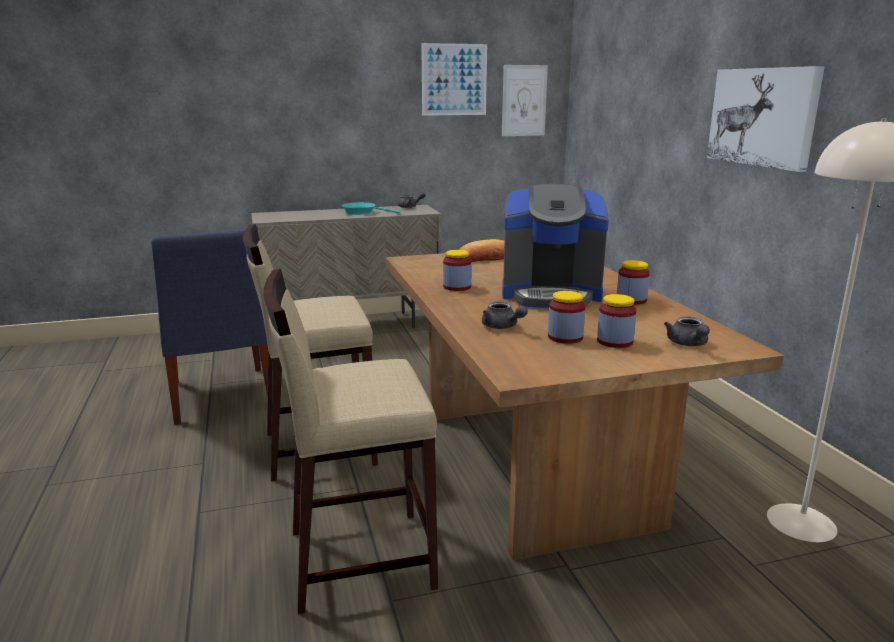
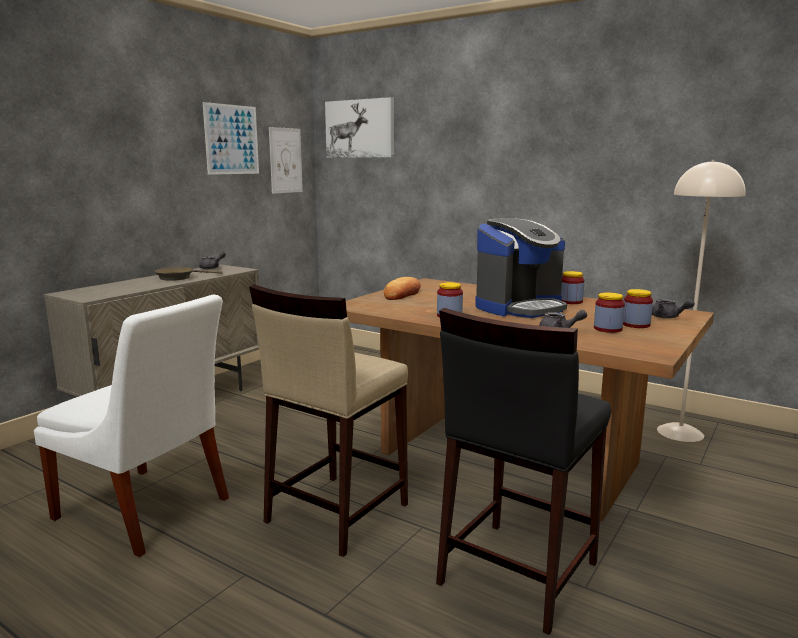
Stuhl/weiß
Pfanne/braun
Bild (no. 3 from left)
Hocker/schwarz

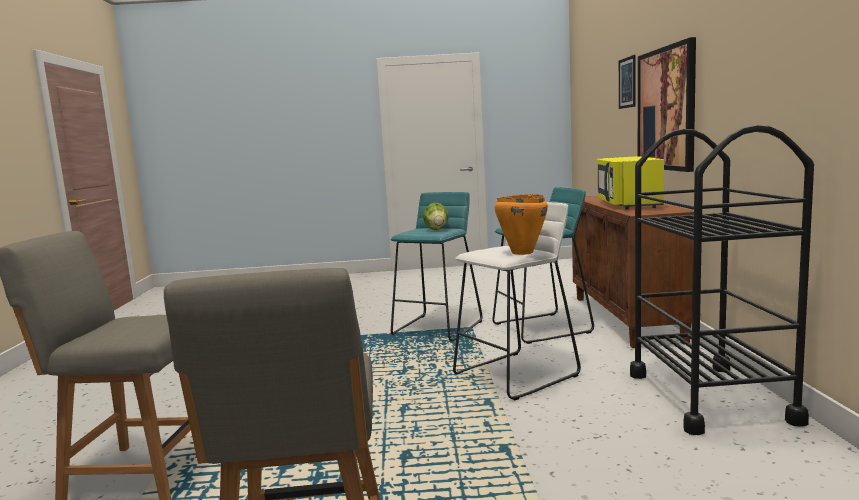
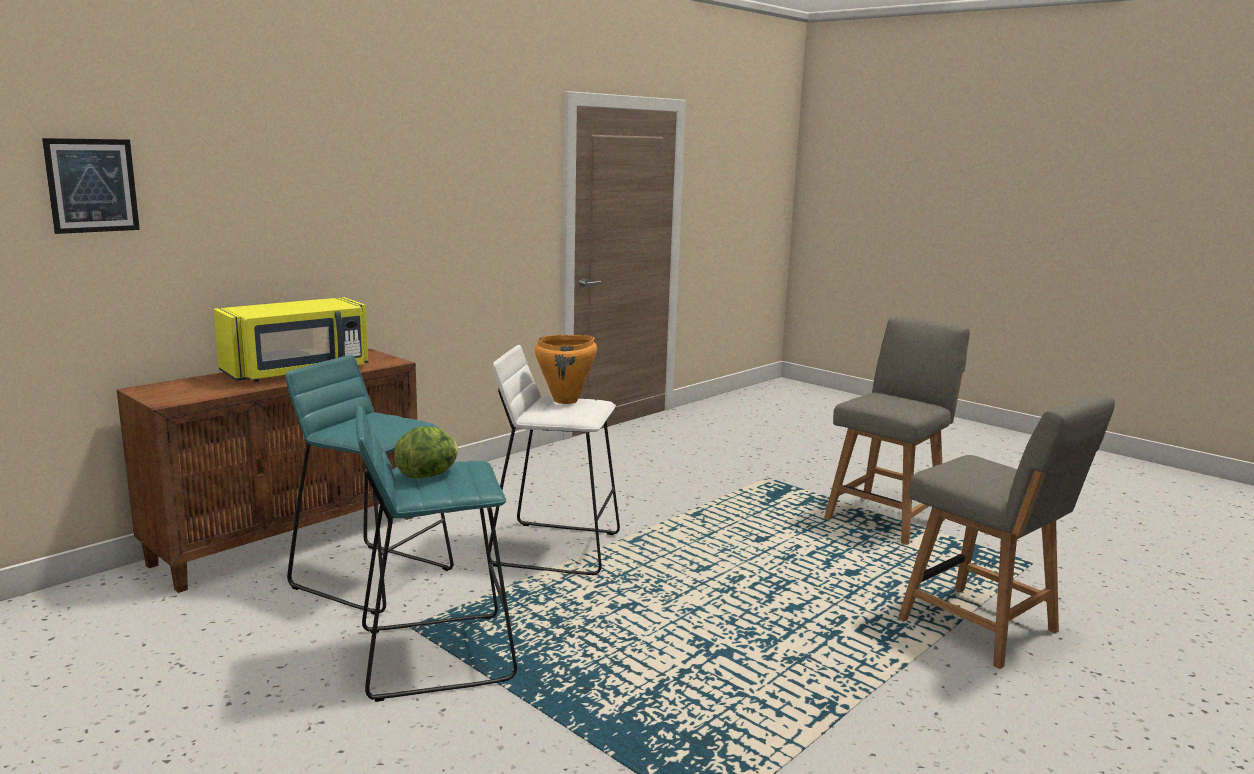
Rollwagen/schwarz
Bild (no. 2 from left in the first image)

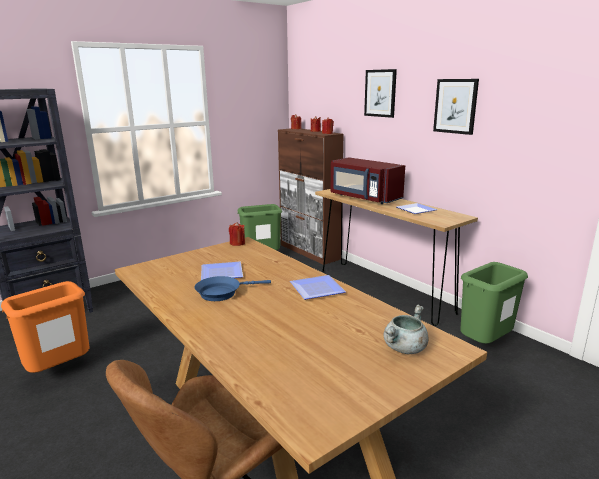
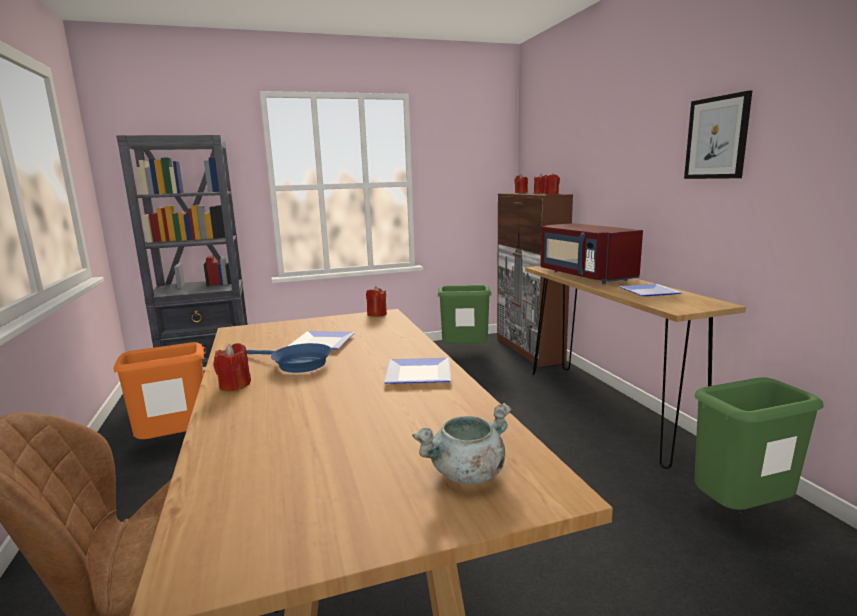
Kerze/rot (no. 1 from left)
Pfanne/blau
Bild (no. 1 from left in the first image)

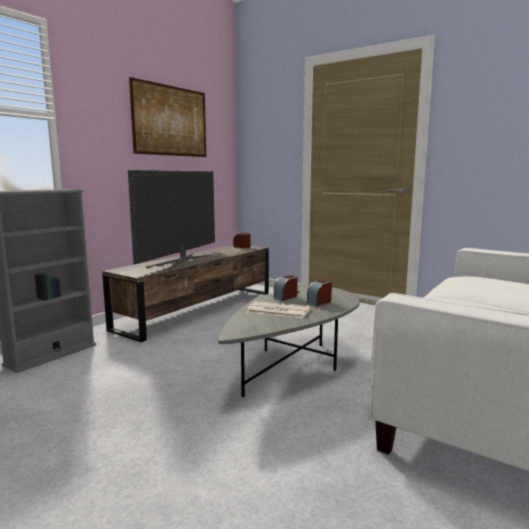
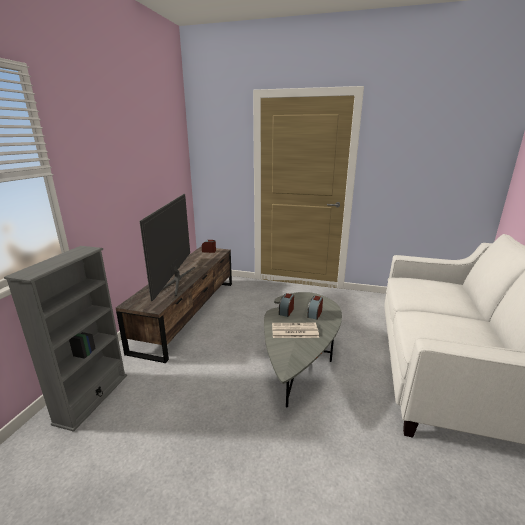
Bild

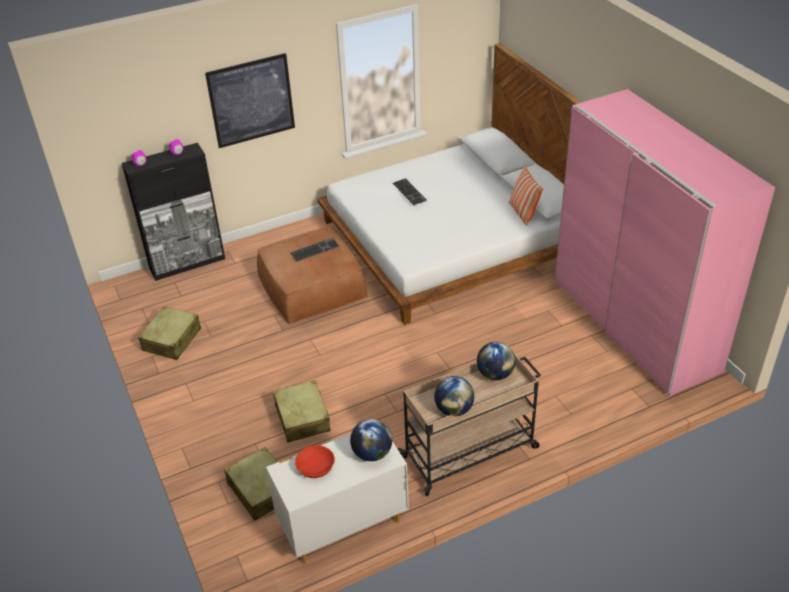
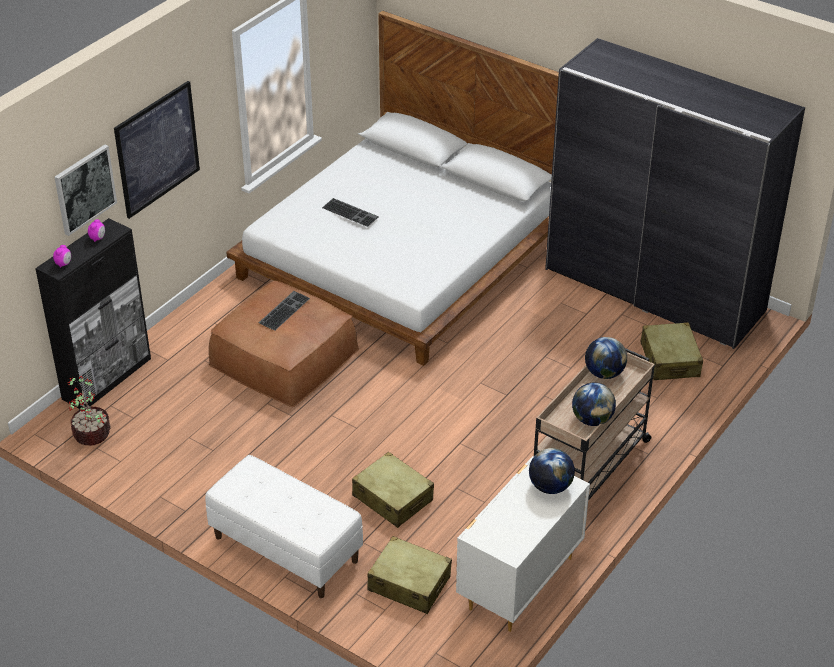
Bild (no. 1 from left)
Topfpflanze
Bank/weiß
Kleiderschrank/grau
Koffer/beige (no. 3 from left)
Schüssel/rot
Kissen

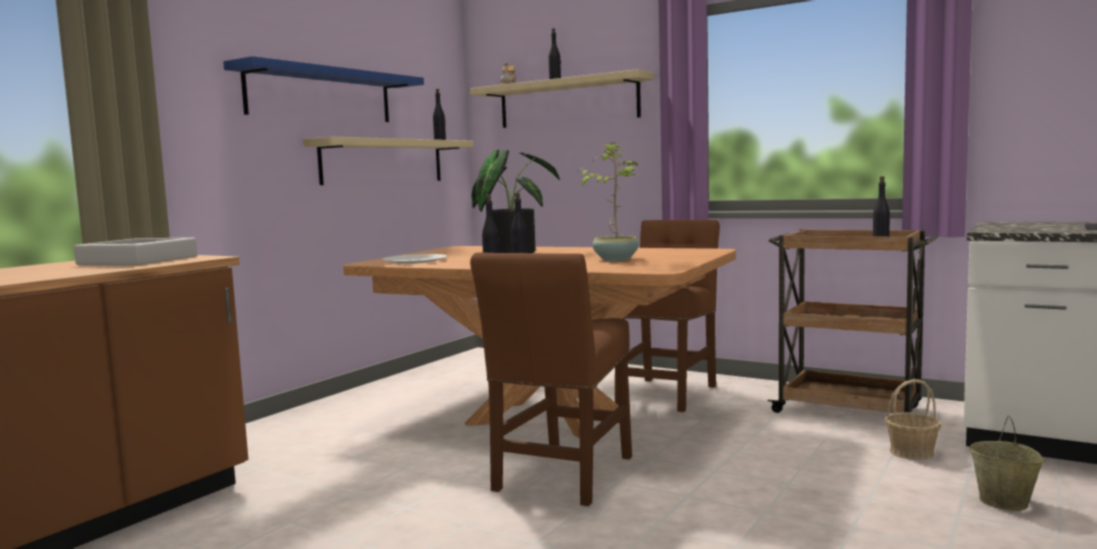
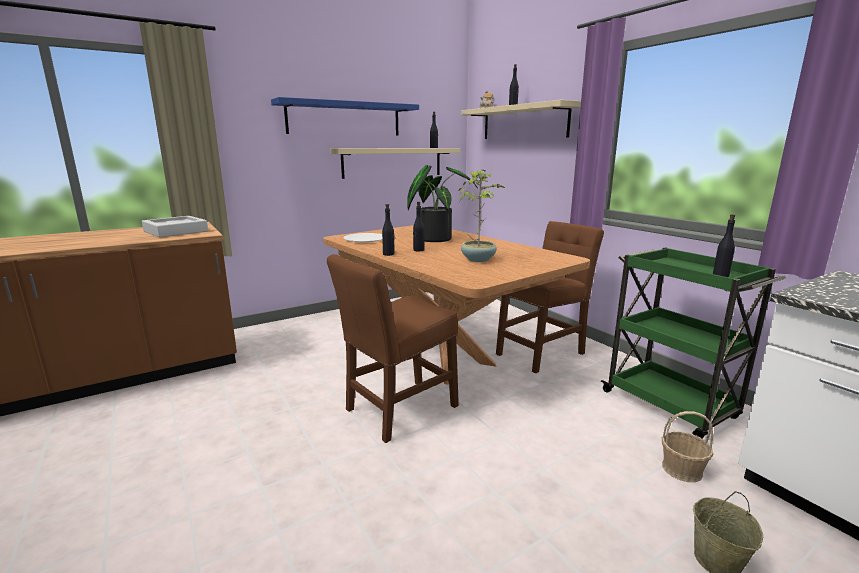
Rollwagen/grün

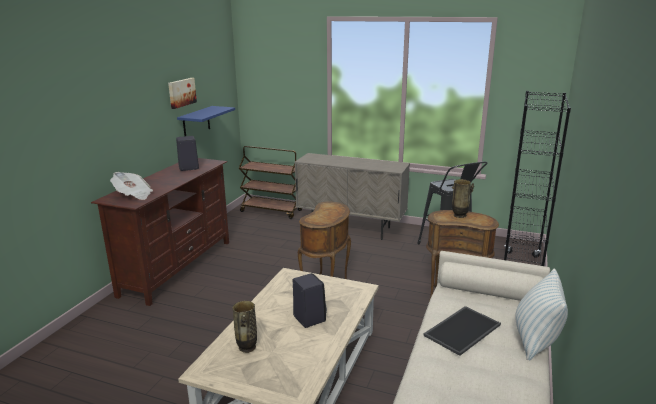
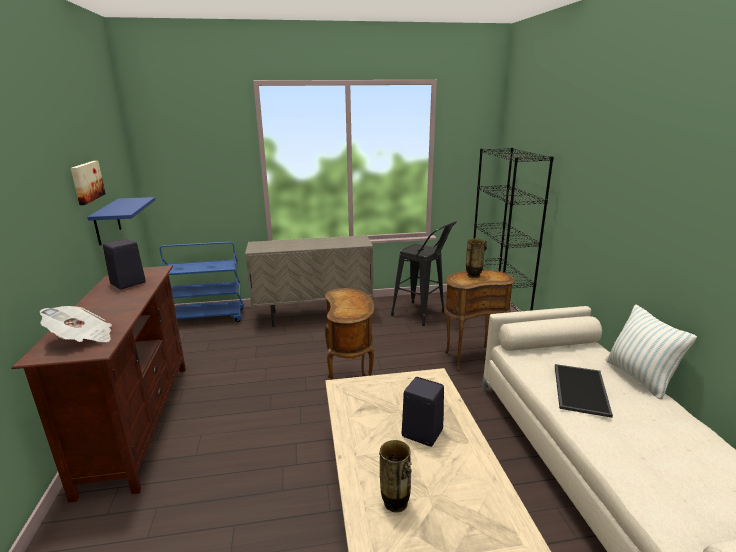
Rollwagen/blau

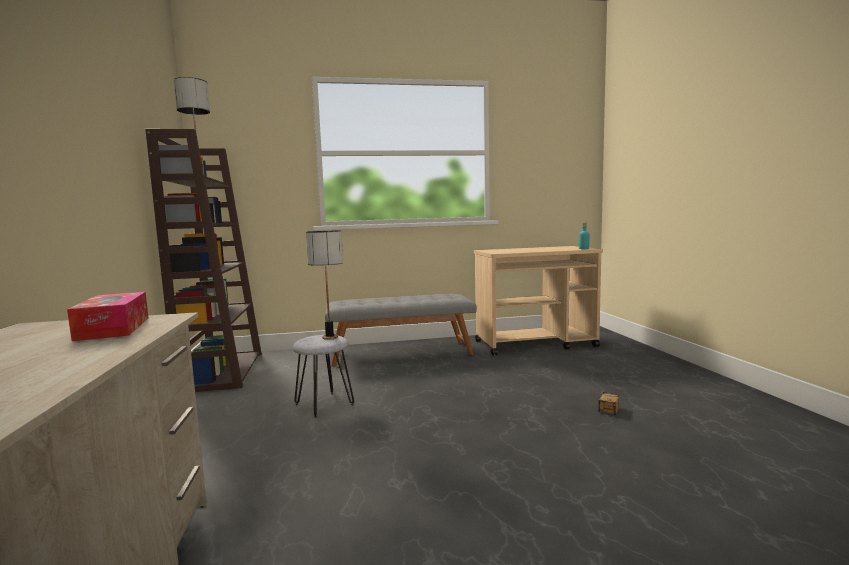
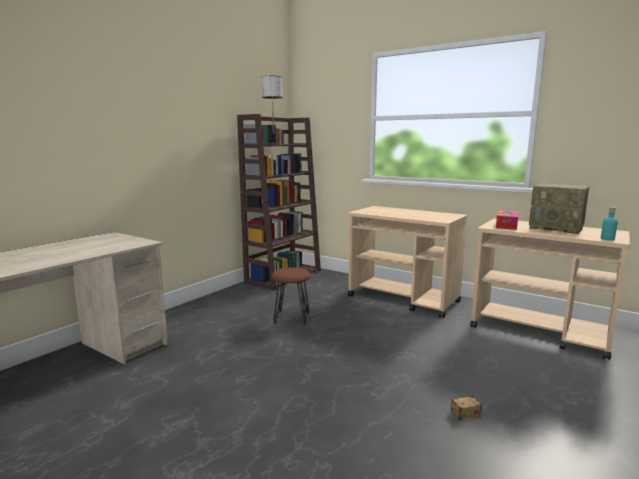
Hocker/braun
Rollwagen/beige (no. 1 from left)
Taschentuchbox
Radio
Tischlampe (no. 2 from left in the first image)

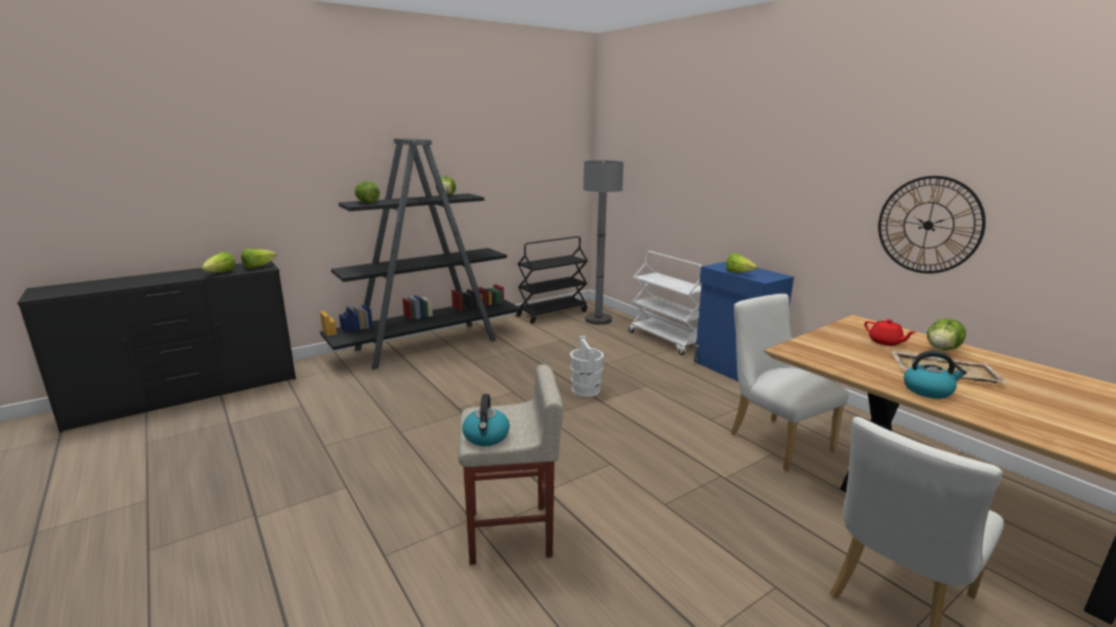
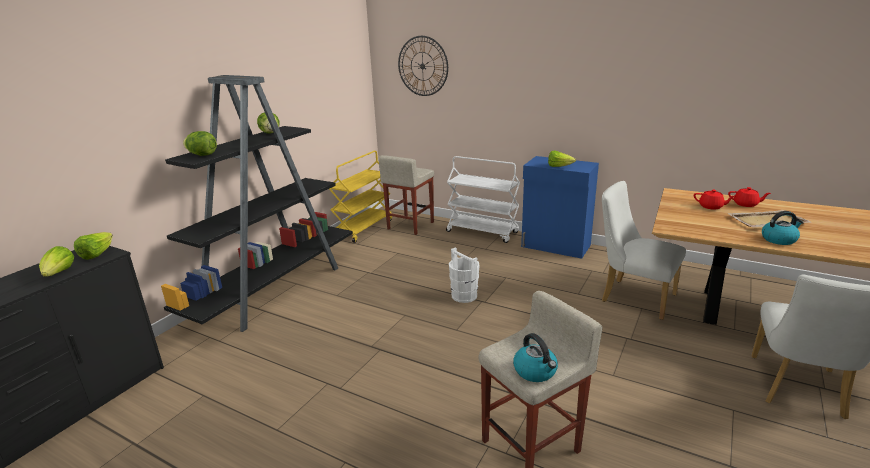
Rollwagen/gelb
Hocker/beige (no. 1 from left)
Wanduhr
Teekanne/rot (no. 2 from left)

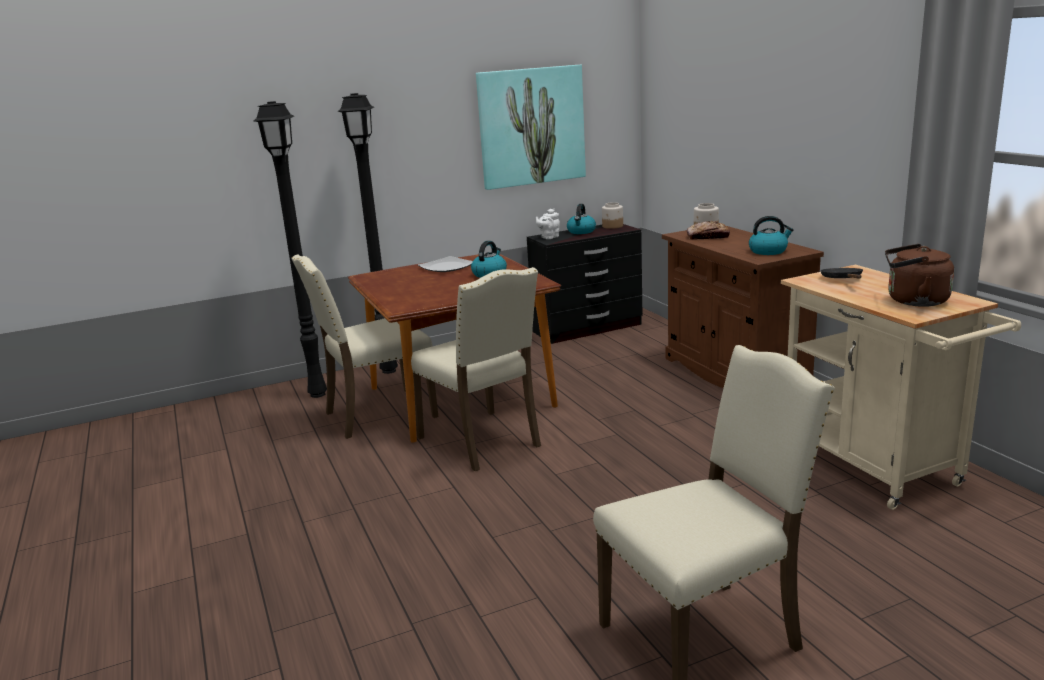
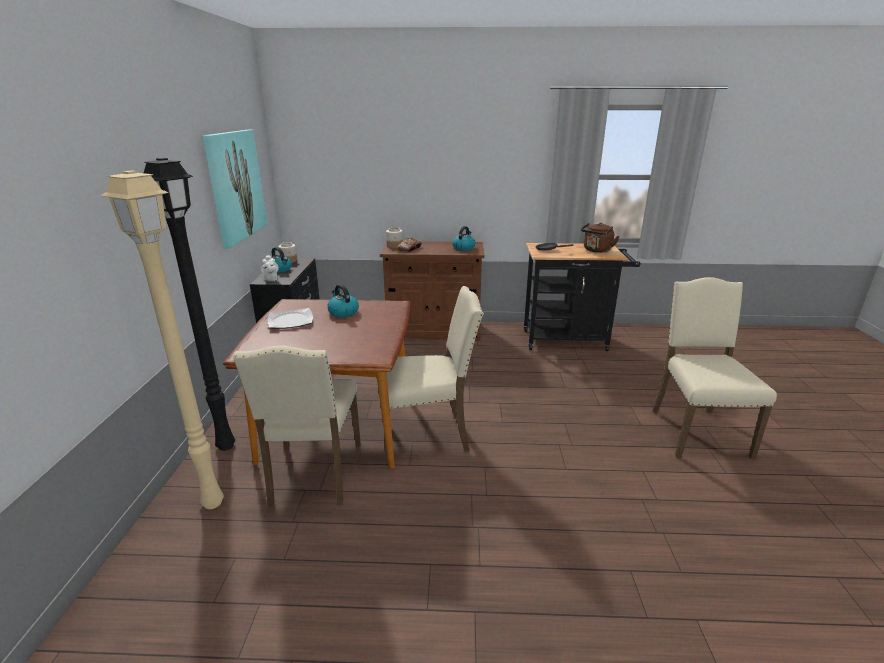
Stehlampe/beige
Rollwagen/schwarz

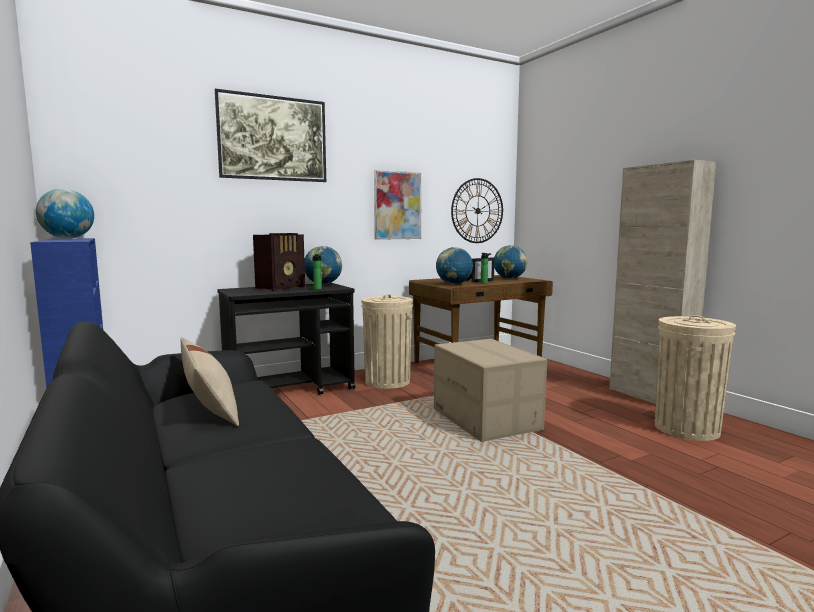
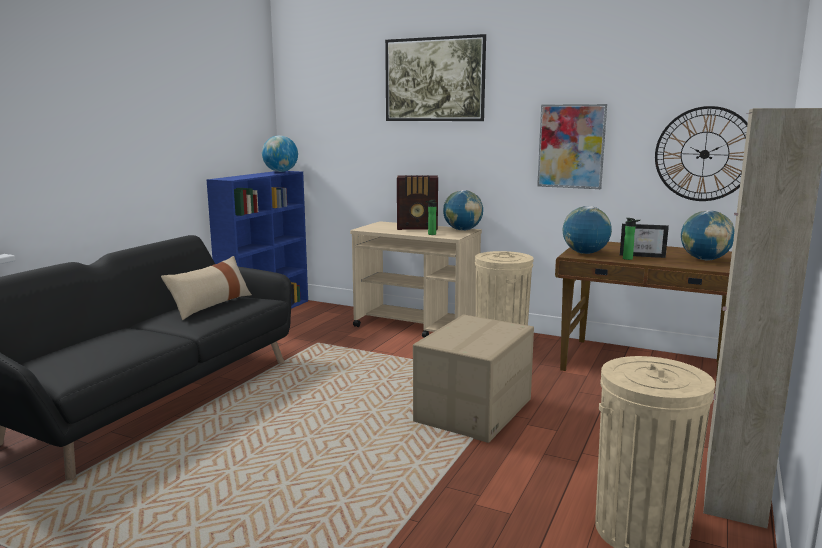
Rollwagen/beige

